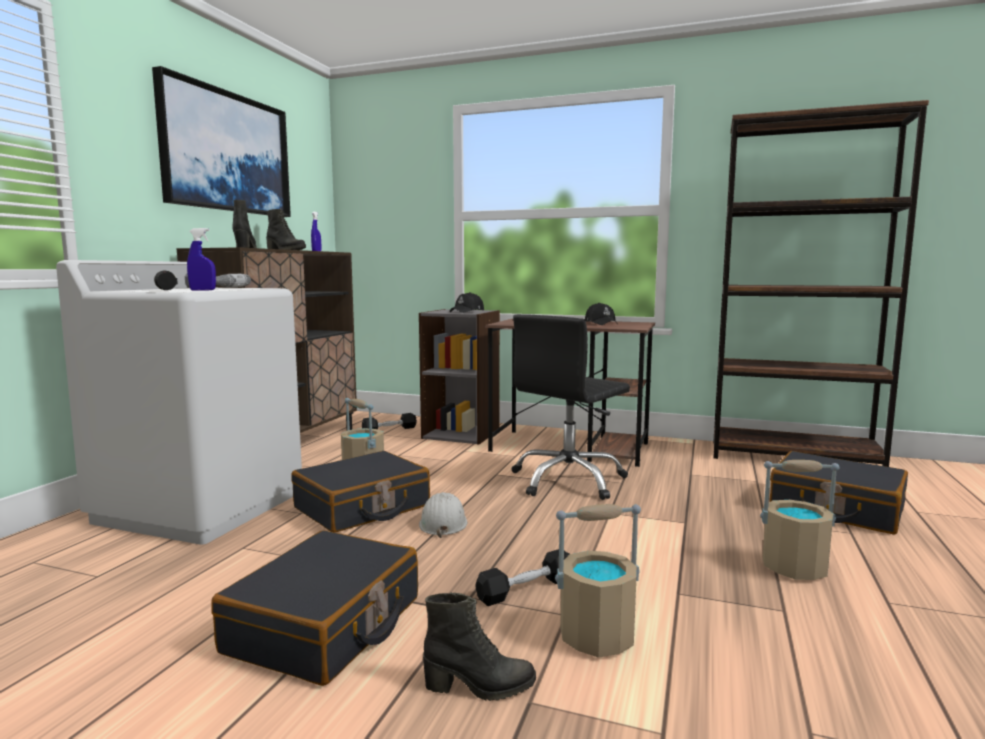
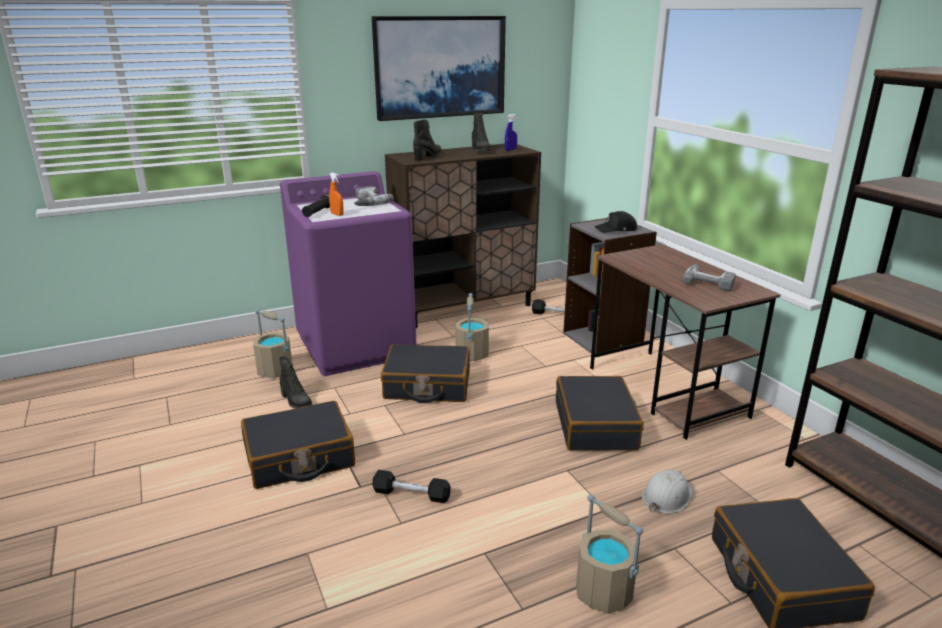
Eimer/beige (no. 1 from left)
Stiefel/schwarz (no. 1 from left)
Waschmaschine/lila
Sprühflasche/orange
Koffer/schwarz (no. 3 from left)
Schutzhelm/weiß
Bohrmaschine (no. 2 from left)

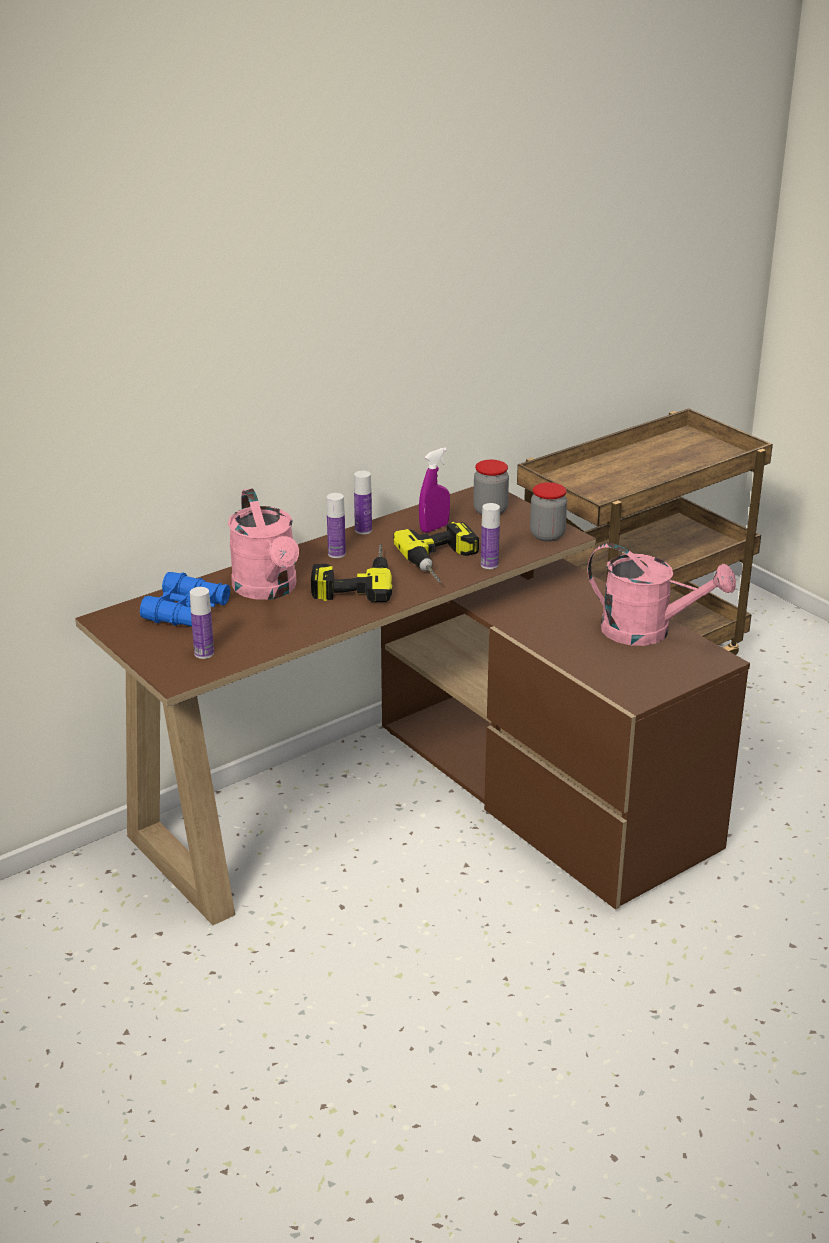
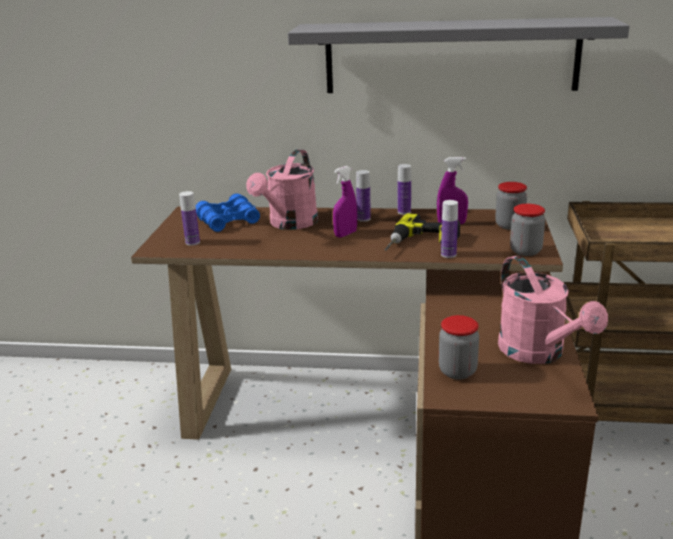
Wandregal/grau
Sprühflasche/lila (no. 1 from left)
Vorratsglas (no. 1 from left)

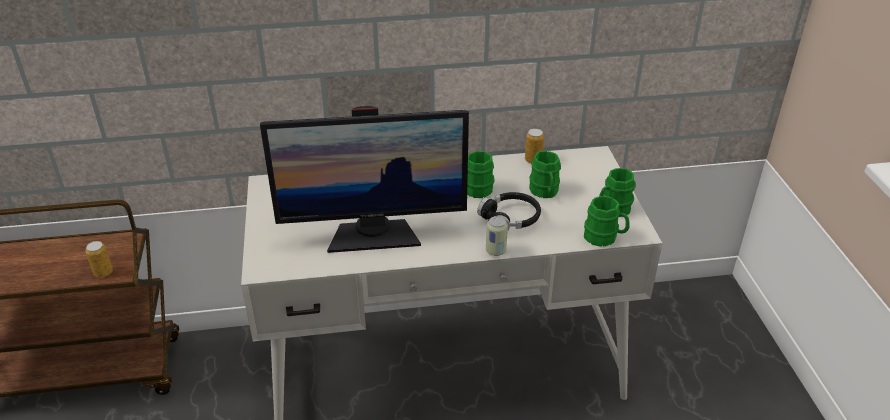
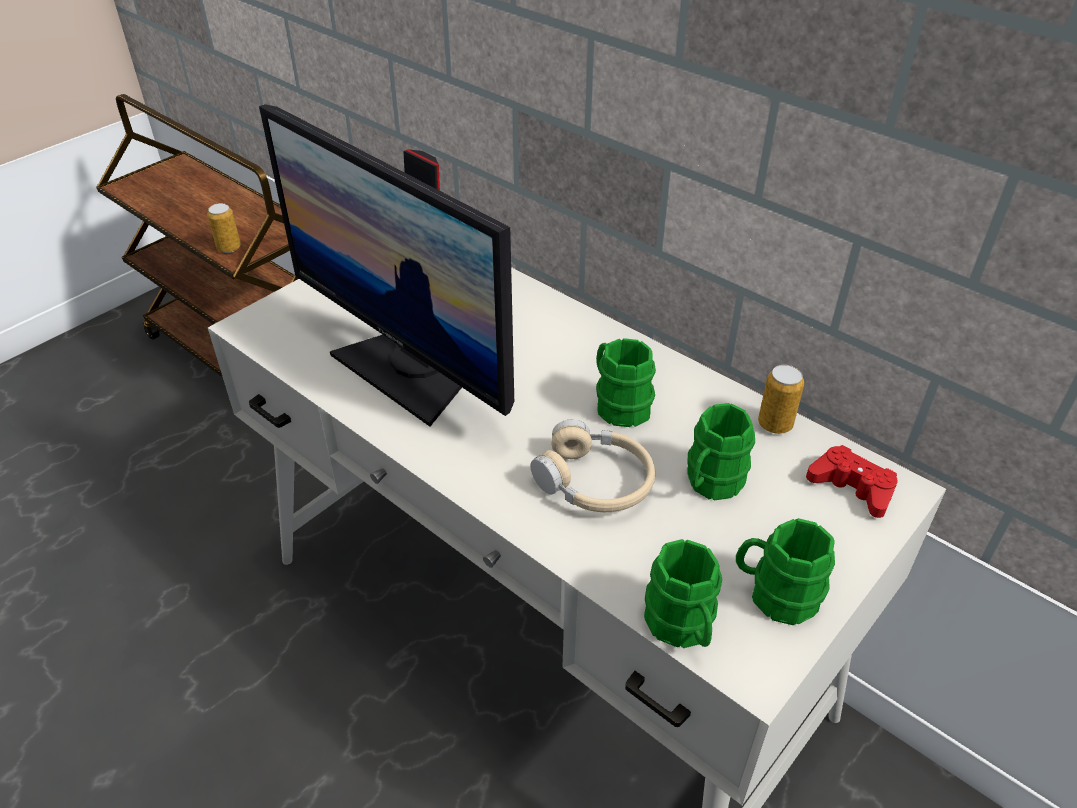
Kopfhörer/beige
Gamepad/rot
Dose (no. 2 from left in the first image)

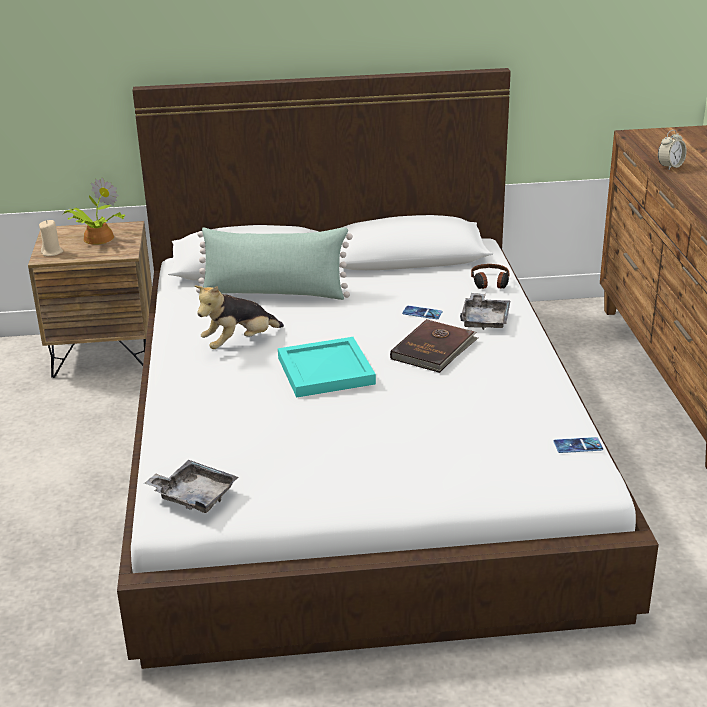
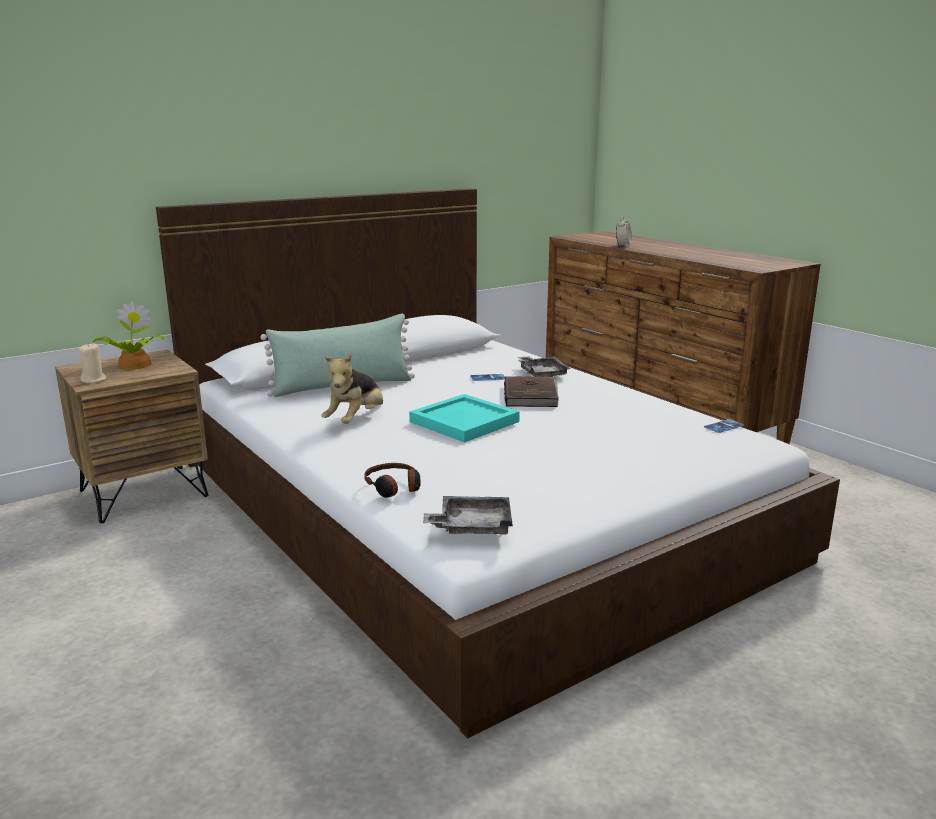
Kopfhörer

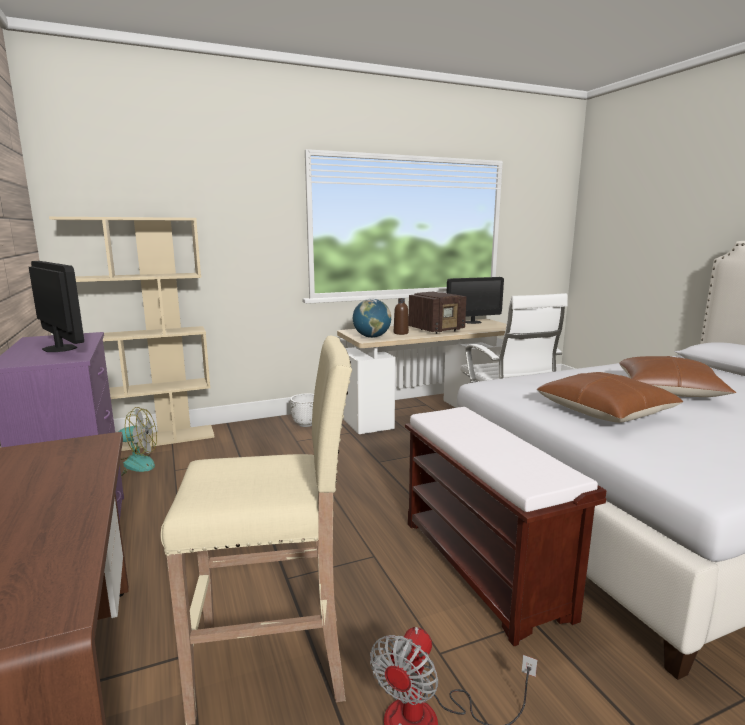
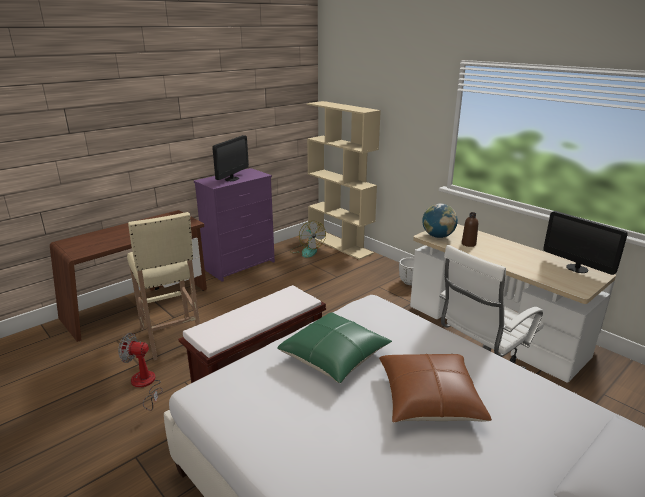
Kissen/grün
Radio

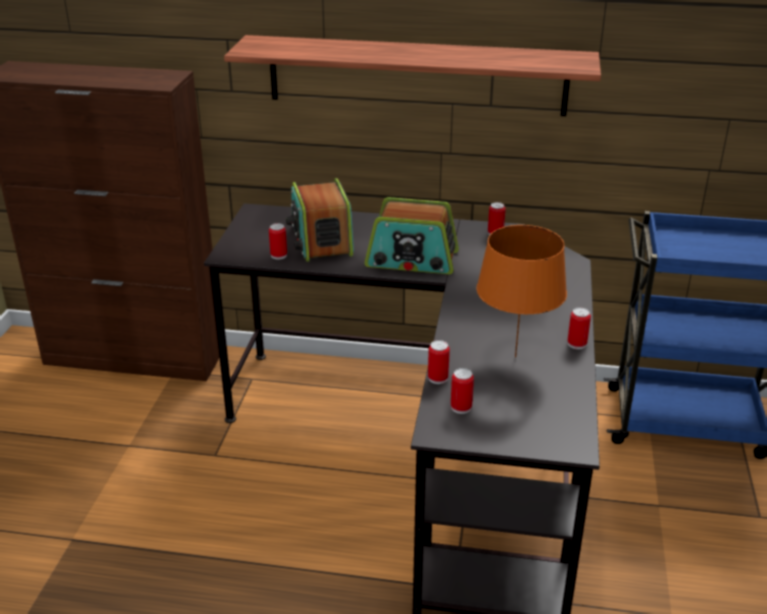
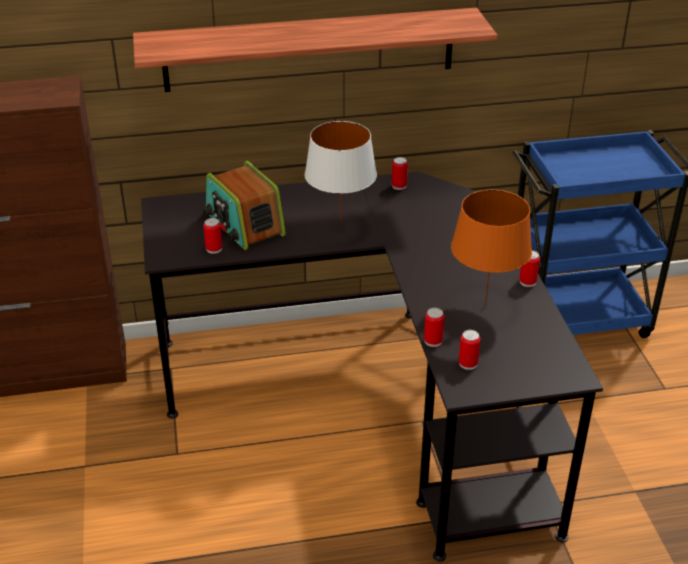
Tischlampe/weiß

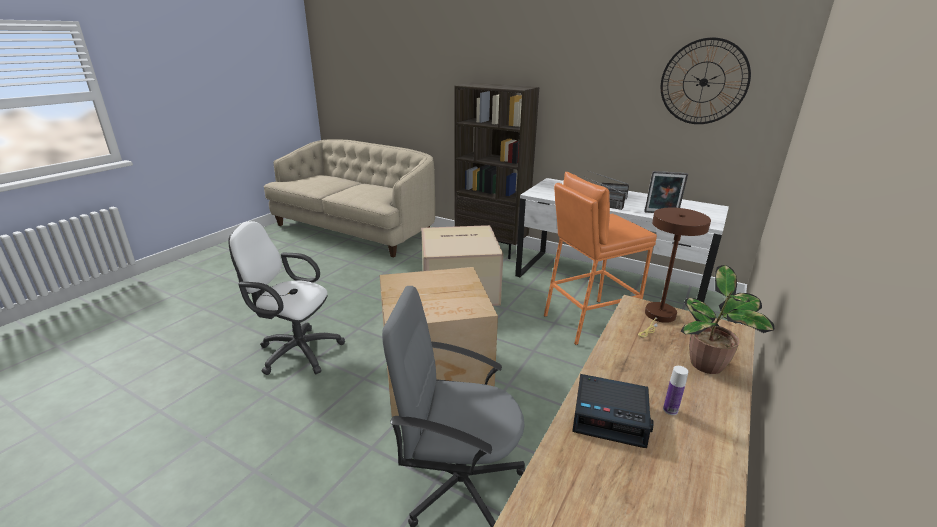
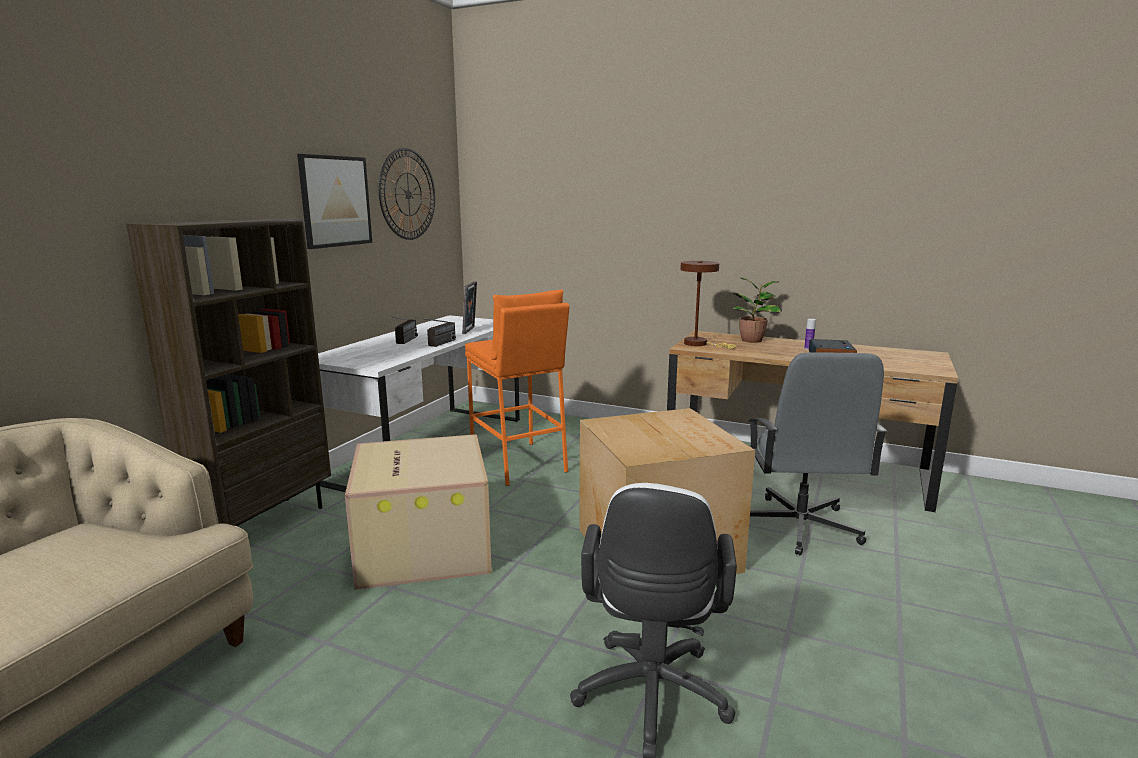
Bild

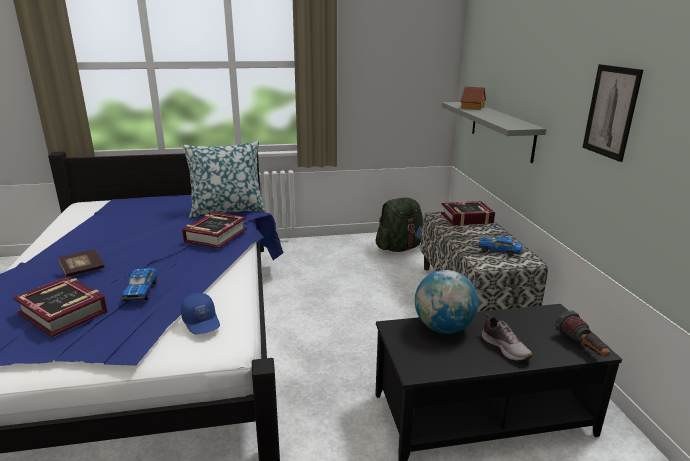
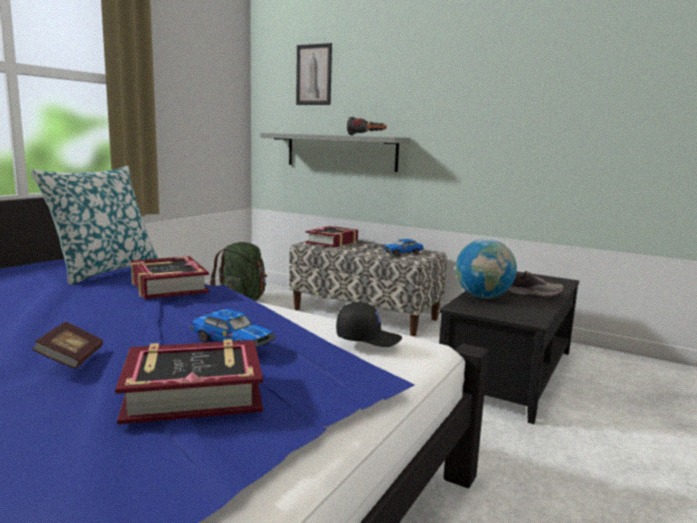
Bild
Kappe/schwarz
Taschenlampe
Spielzeughaus

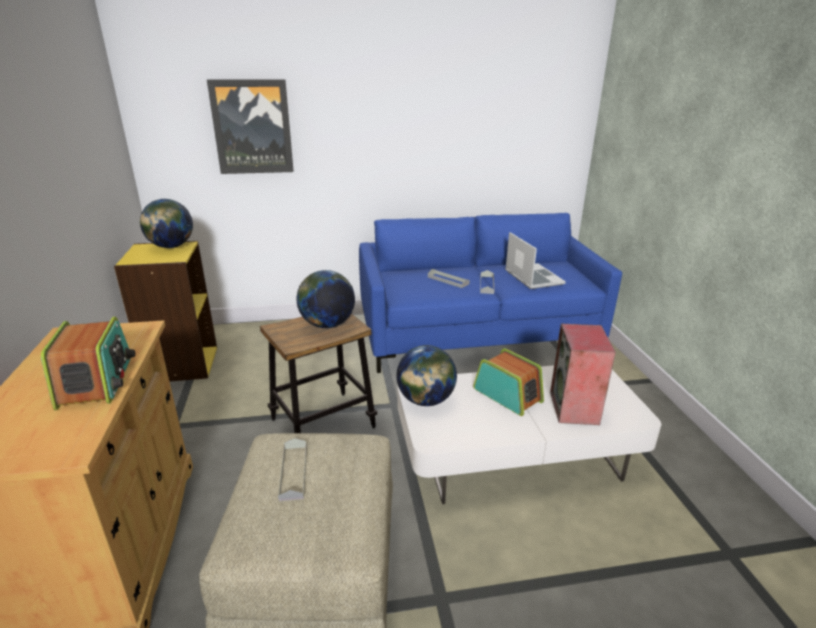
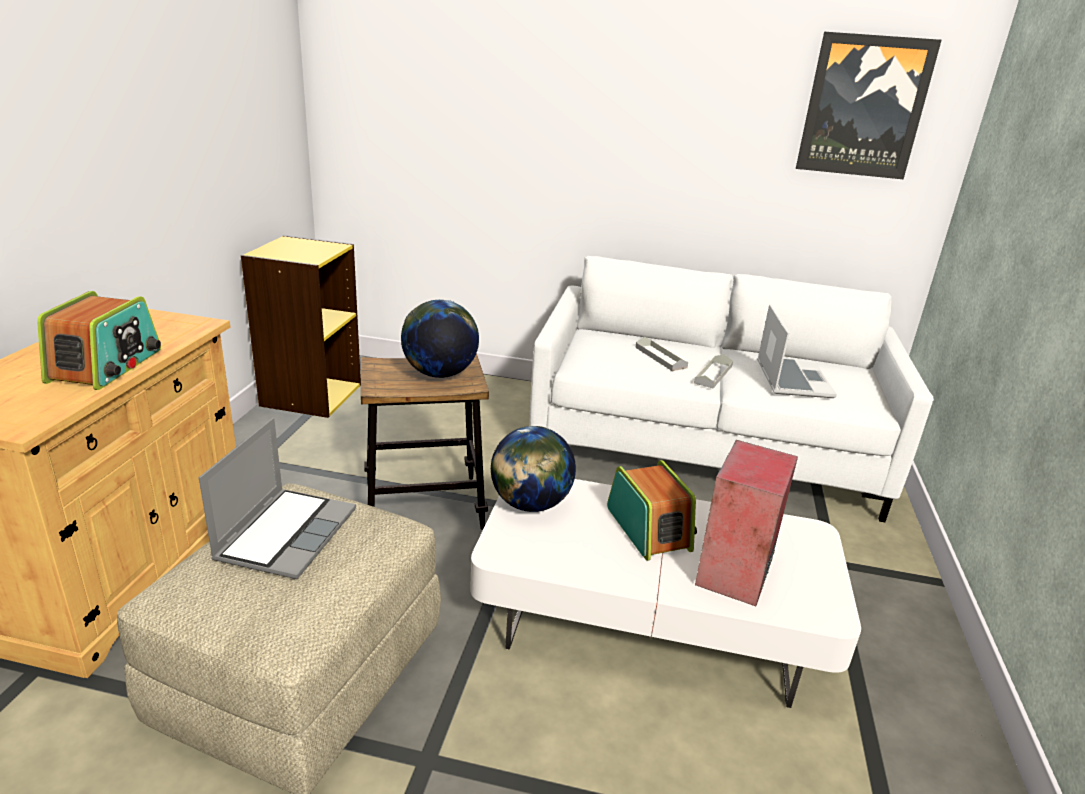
Laptop (no. 1 from left)
Sofa/weiß
Bild
Globus (no. 1 from left in the first image)

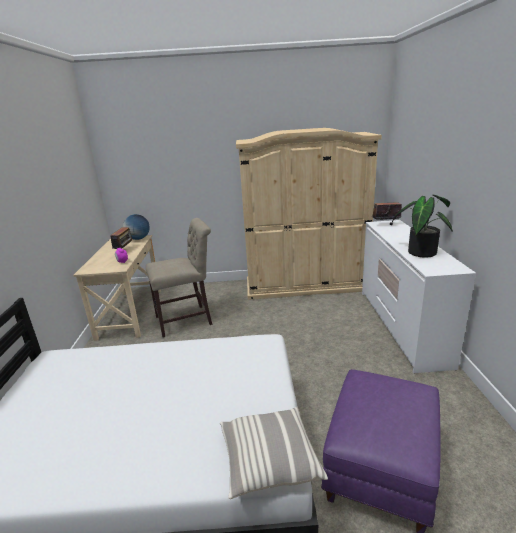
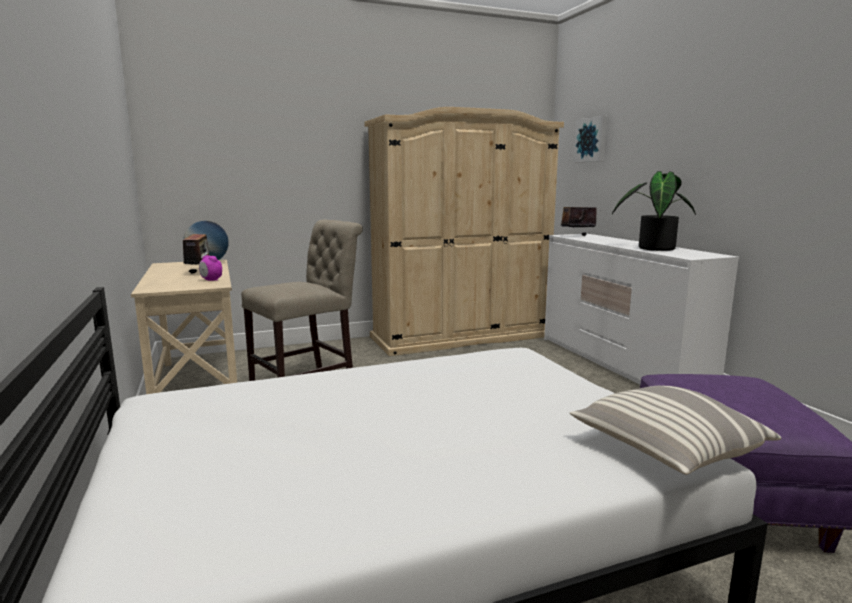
Bild

